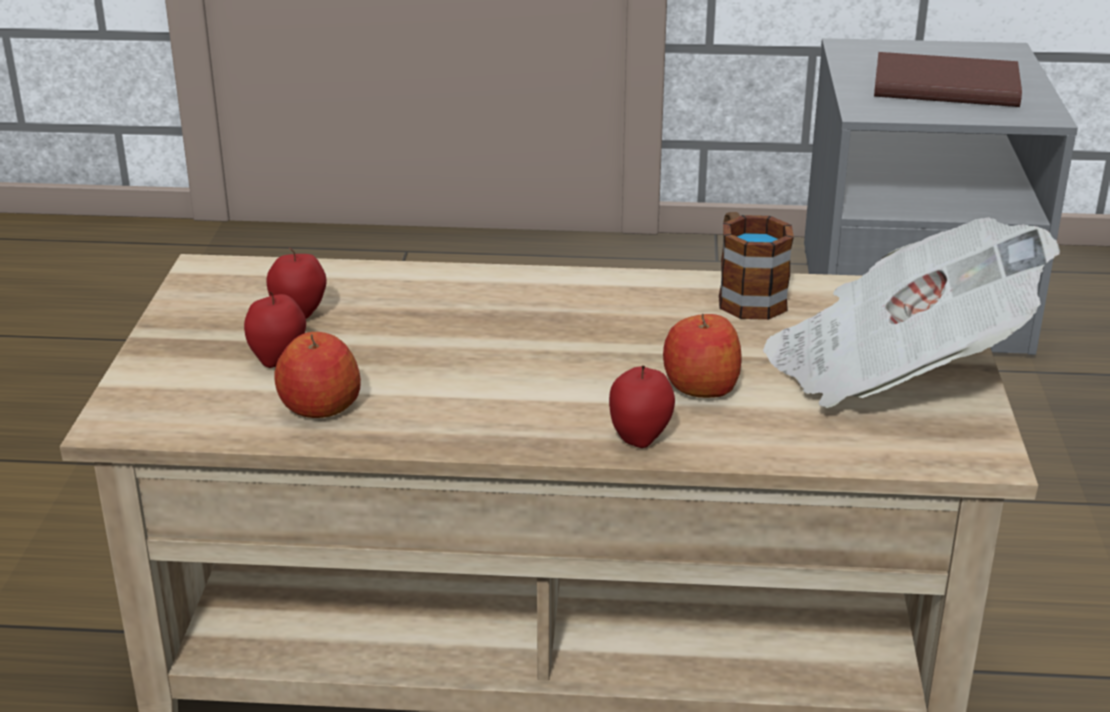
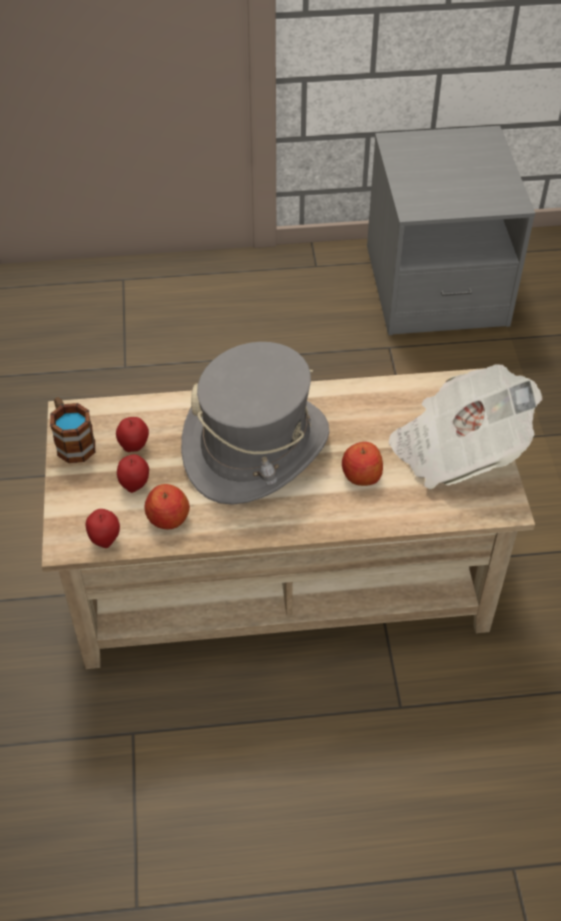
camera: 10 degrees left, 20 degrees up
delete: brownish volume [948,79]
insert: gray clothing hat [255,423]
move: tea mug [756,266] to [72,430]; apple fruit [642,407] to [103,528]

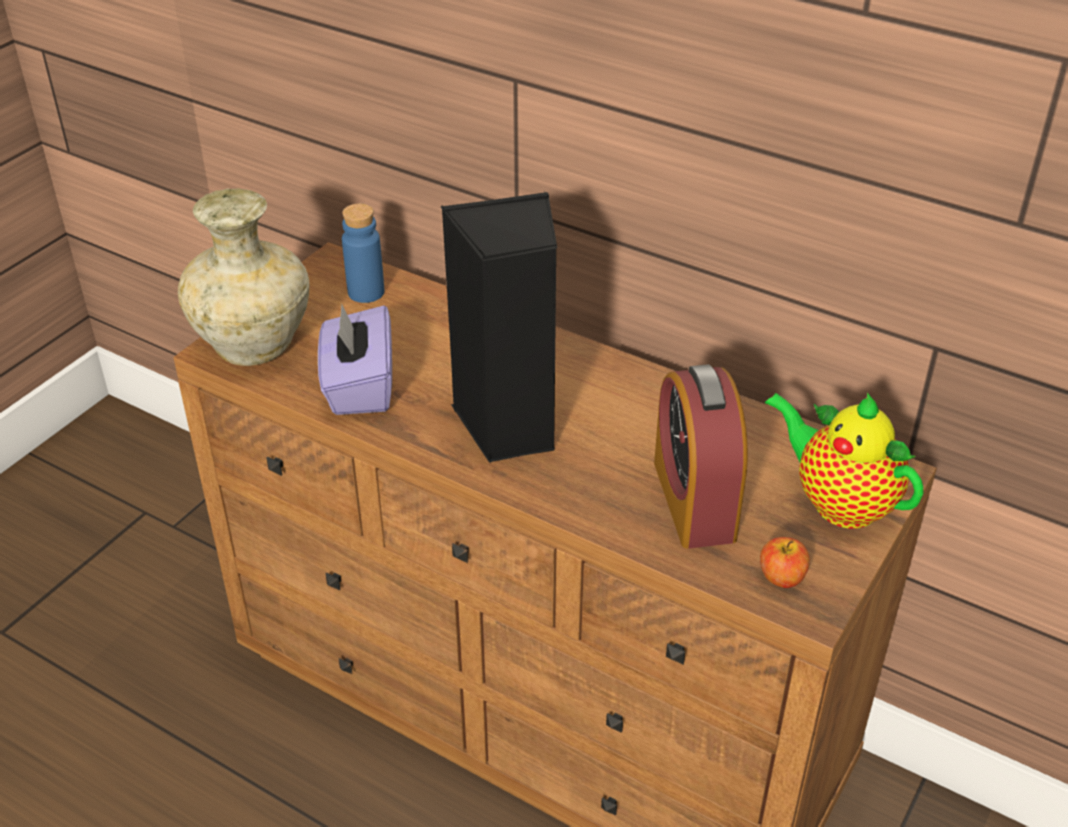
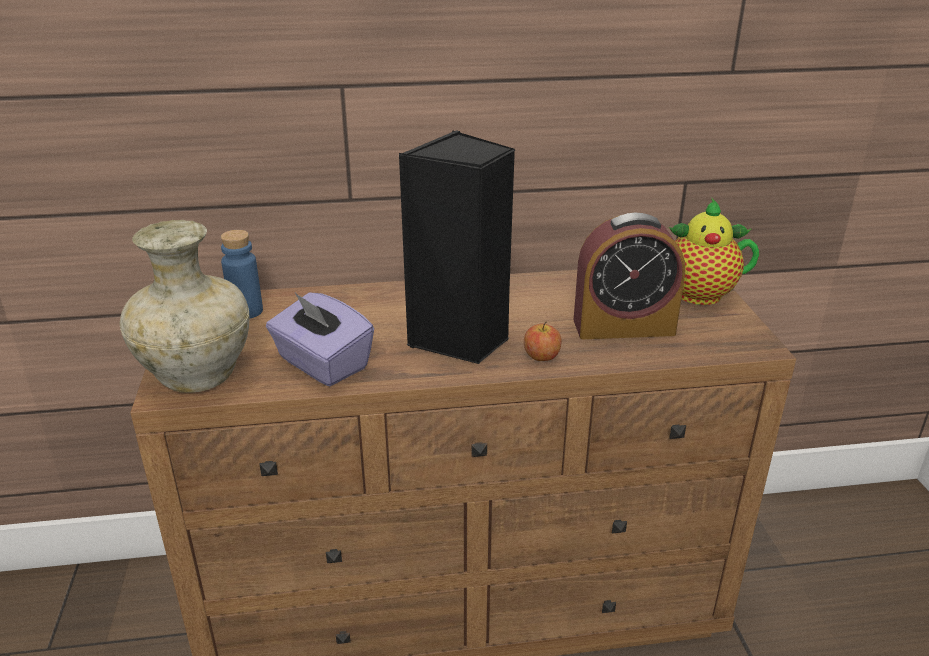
camera: 40 degrees left, 10 degrees down
move: apple fruit [785,562] to [542,341]
rotate: alarm clock [701,456] = [629,276] 45 degrees counterclockwise

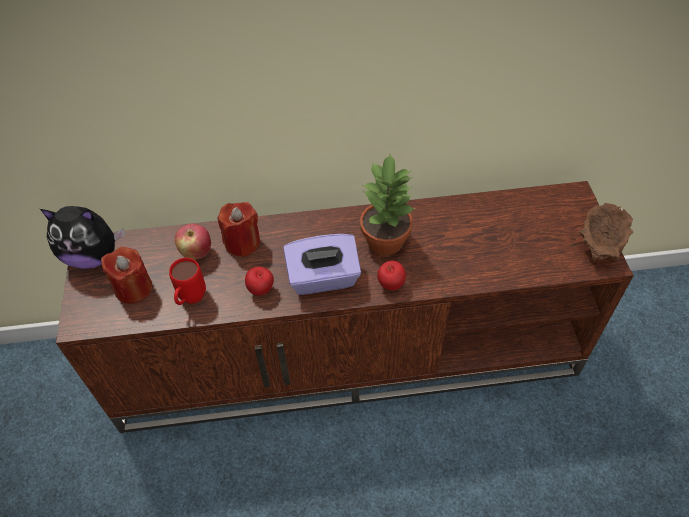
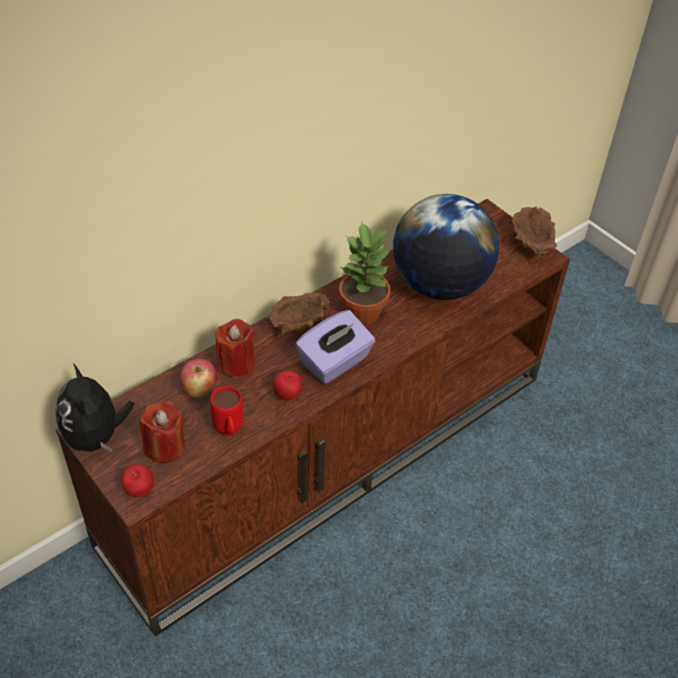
camera: 35 degrees left, 5 degrees down
insert: brownish serving bowl [297,314]; desk globe [446,247]
move: apple fruit [391,275] to [137,480]
rotate: plush toy [82,237] = [94,408] 105 degrees clockwise

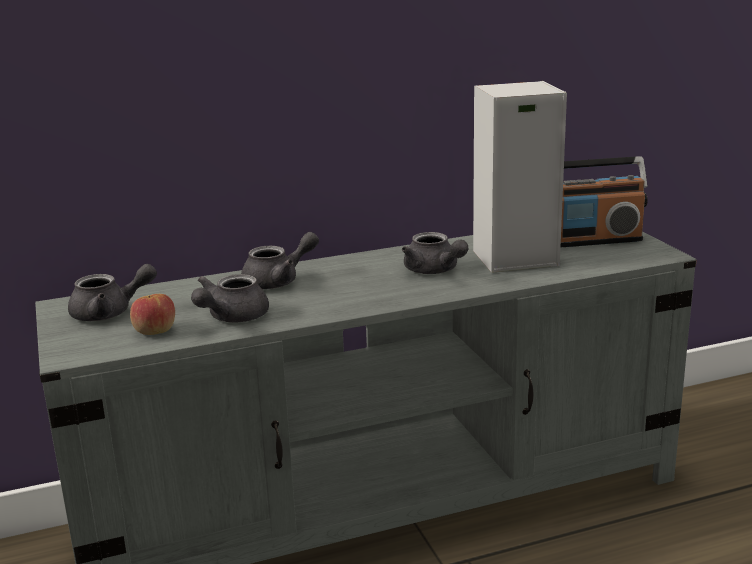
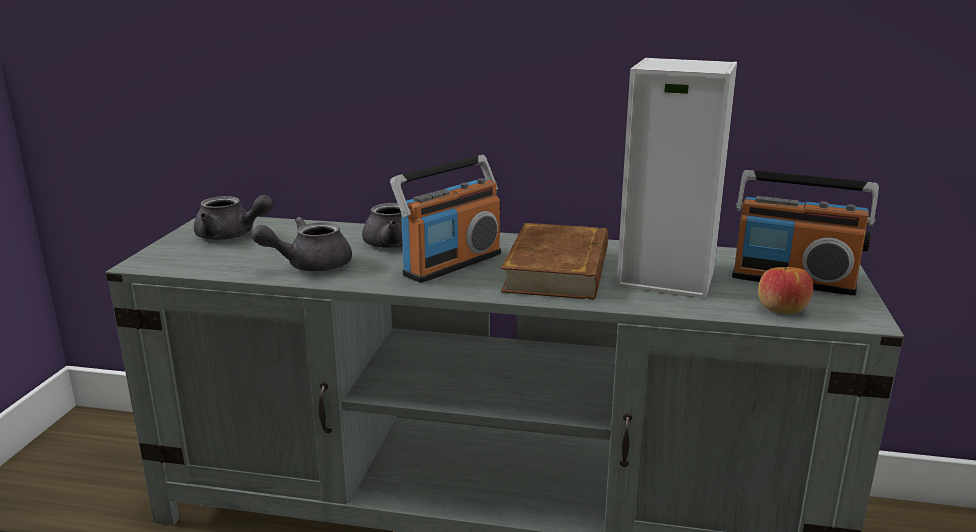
camera: 30 degrees right, 0 degrees up
insert: radio receiver [445,219]
move: apple fruit [152,314] to [785,290]
replace: gray tea pot [435,253] to brownish volume [554,261]

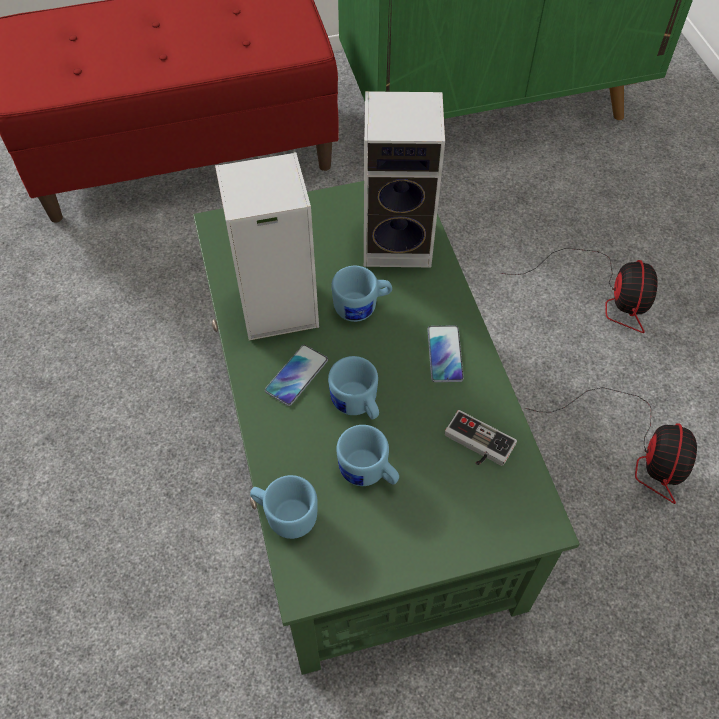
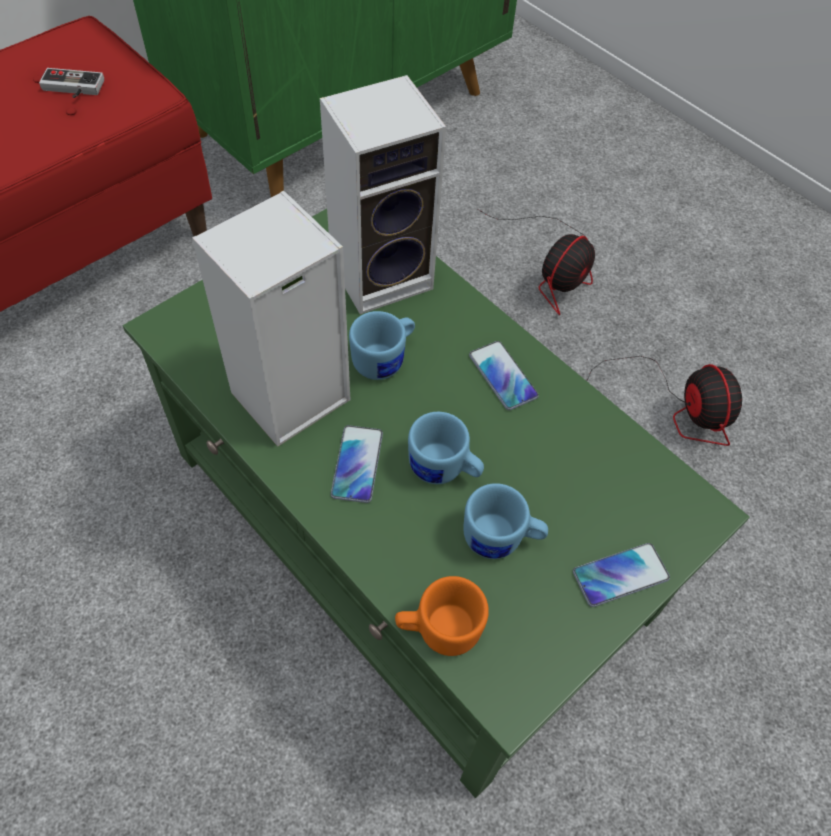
camera: 30 degrees left, 0 degrees up
insert: telephone [621,575]
move: game controller [481,438] to [71,83]
recolor: blue-coloured tea mug [284,507] to orangey tea mug [442,616]
rotate: cooling fan [579,290] = [536,262] 60 degrees clockwise

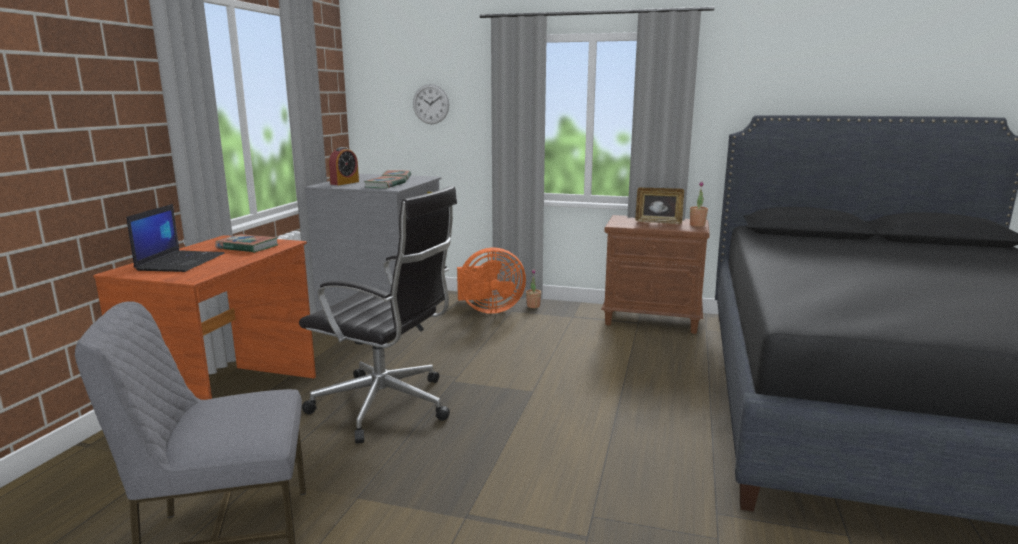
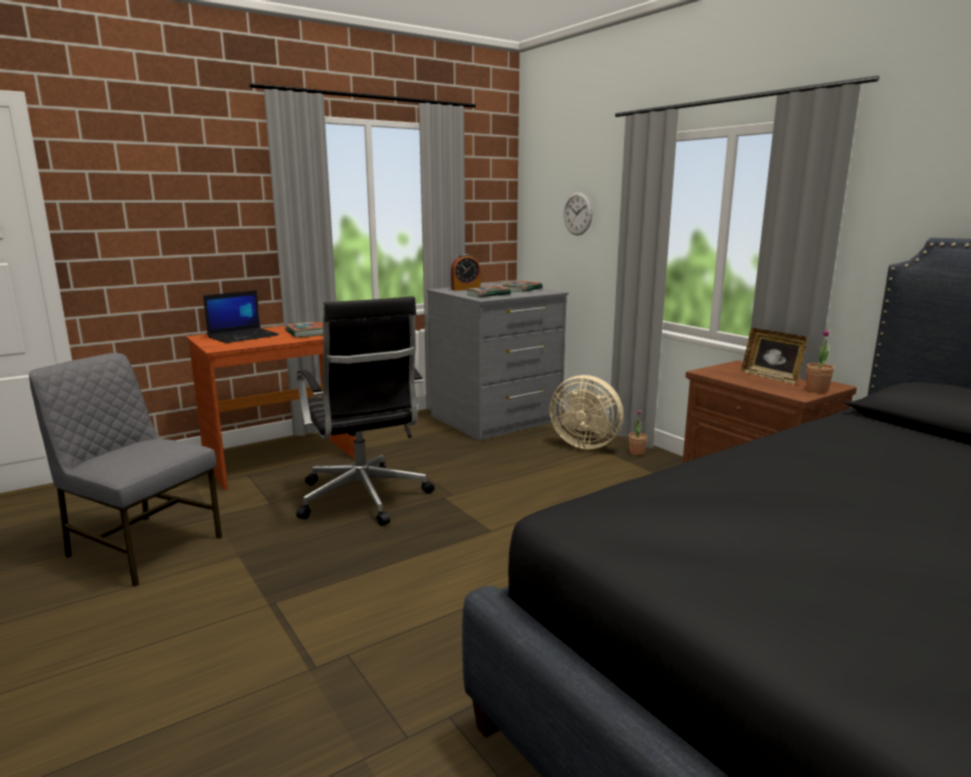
camera: 40 degrees right, 0 degrees up
recolor: orangey cooling fan [491,281] to sand-coloured cooling fan [587,412]

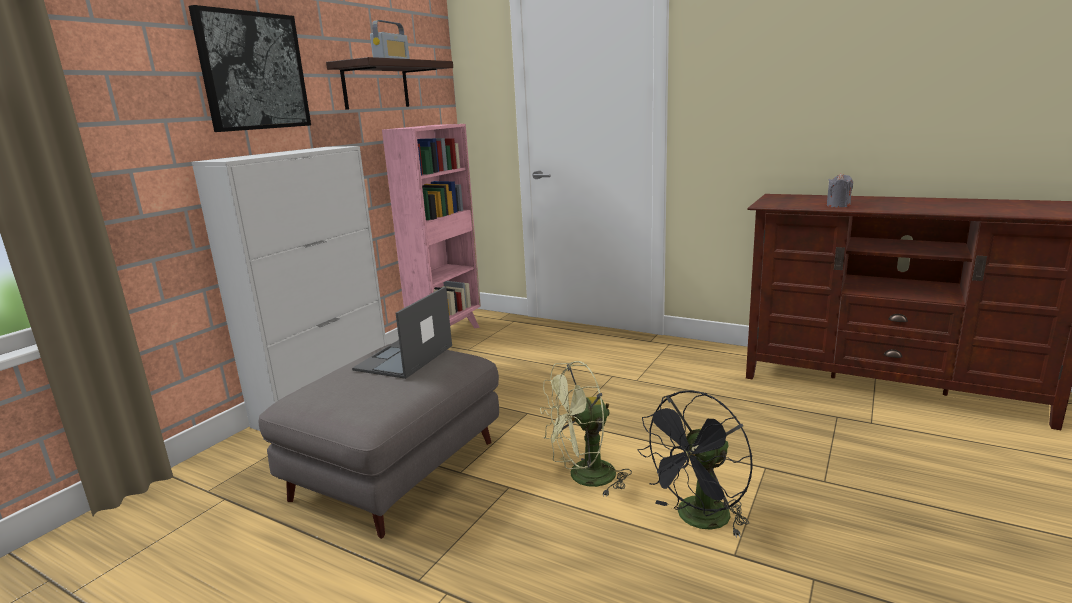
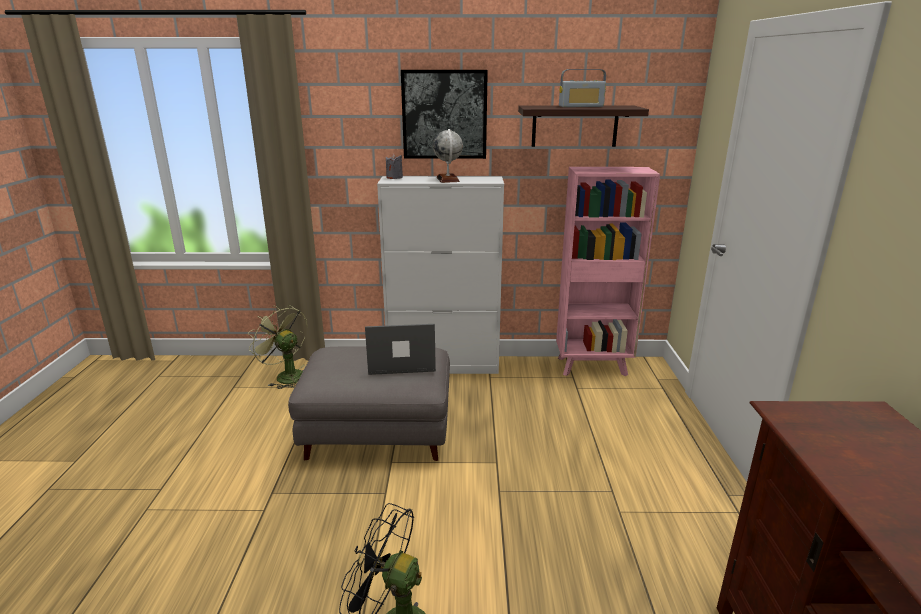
camera: 60 degrees right, 5 degrees up
insert: desk globe [448,156]
move: greenish cooling fan [586,429] to [277,347]; gray candle [840,190] to [394,166]

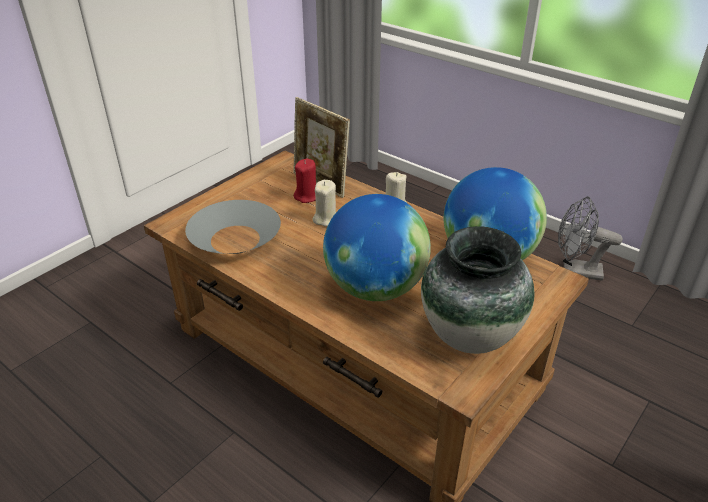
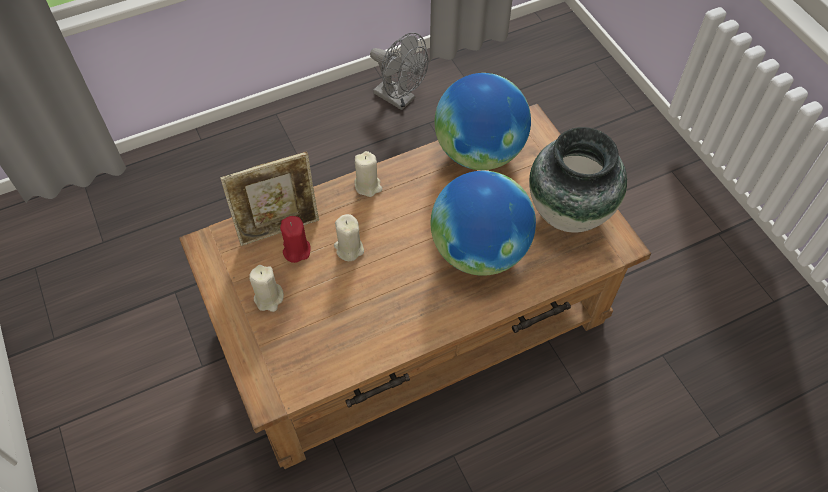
camera: 65 degrees left, 20 degrees up
delete: gray serving bowl [233,227]
insert: sand-coloured candle [266,288]
rotate: gray cooling fan [590,238] = [399,71] 90 degrees counterclockwise

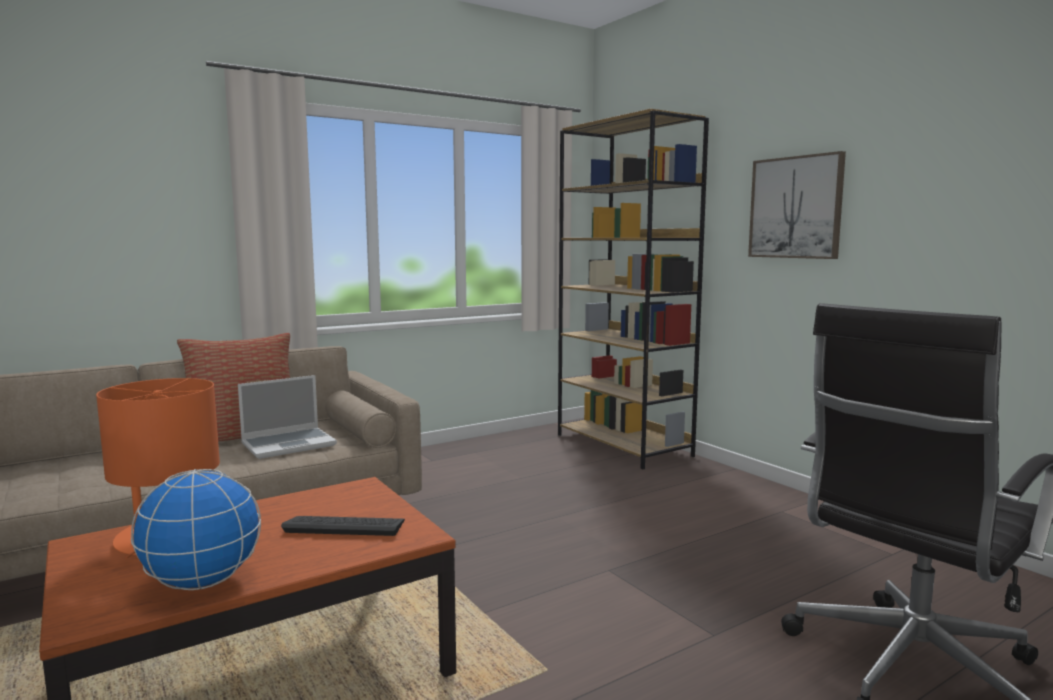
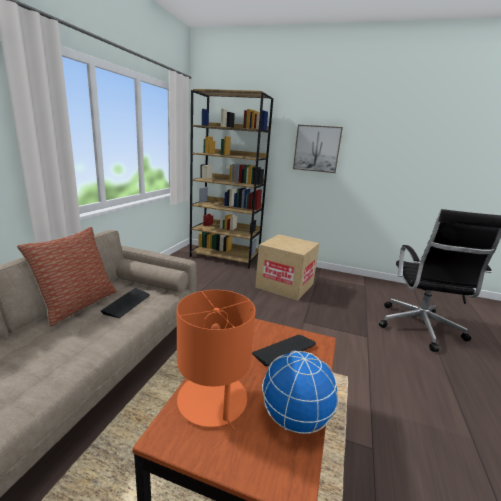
camera: 40 degrees left, 10 degrees up
insert: cardboard box [287,267]
replace: laptop [287,417] to keyboard [125,303]

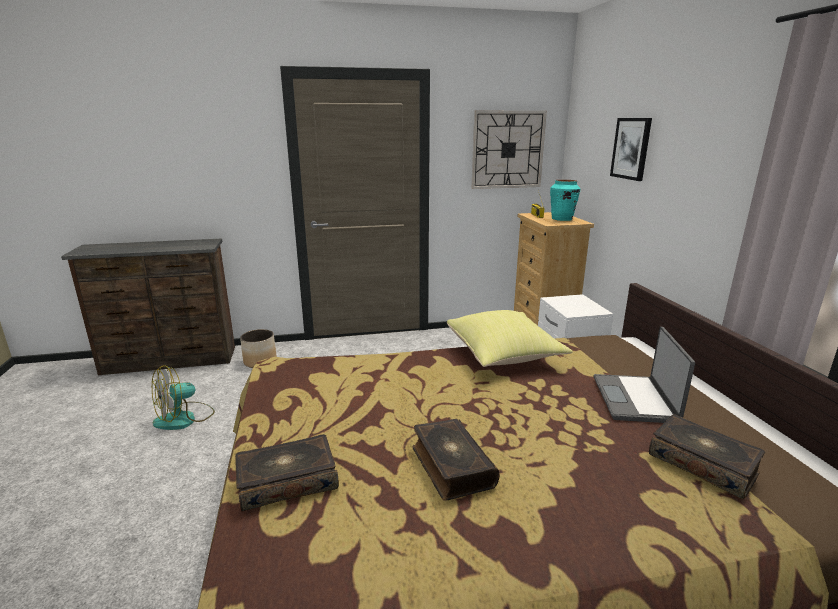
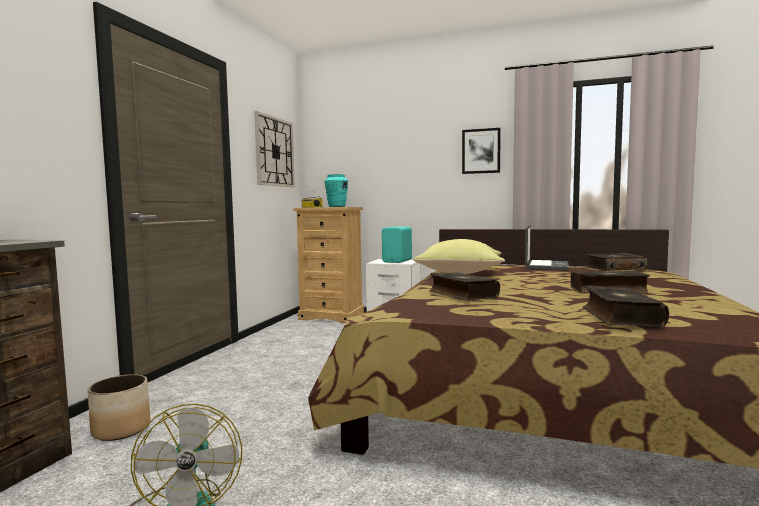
camera: 60 degrees left, 15 degrees down
insert: blue-green loudspeaker [397,244]; volume [464,286]
move: wall art [631,149] to [481,151]
rotate: laptop [644,375] = [547,248] 105 degrees counterclockwise

